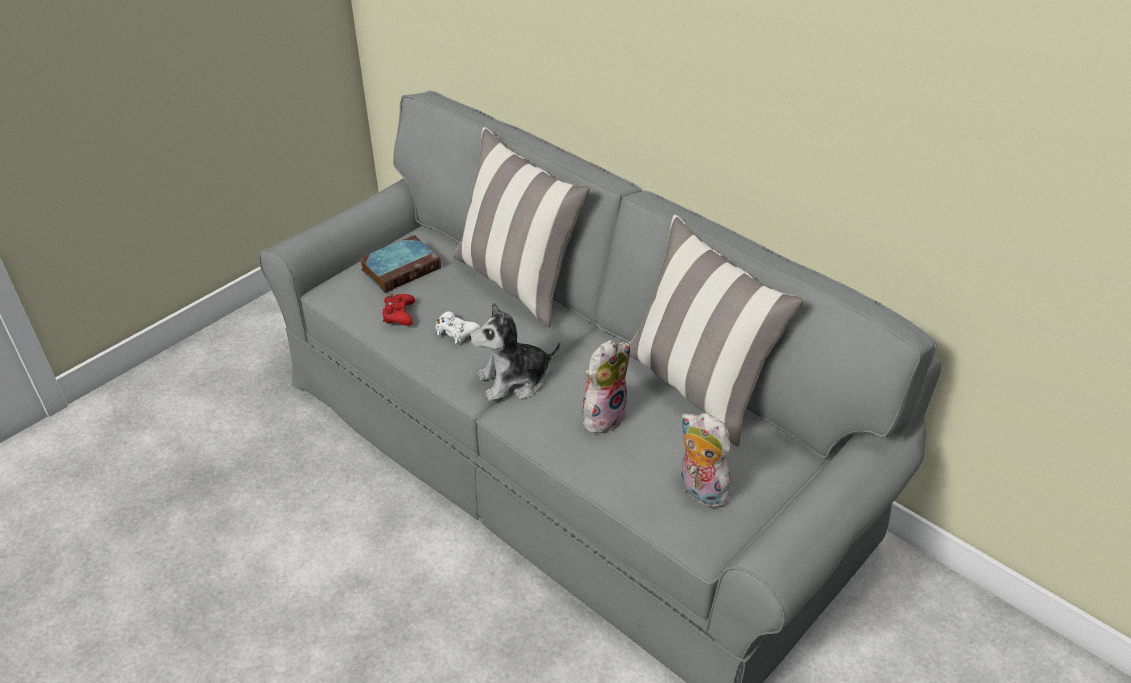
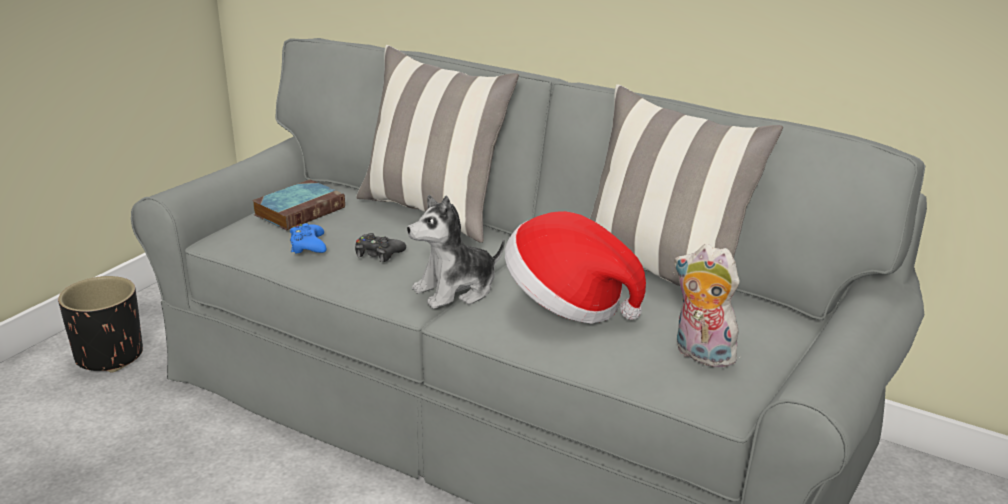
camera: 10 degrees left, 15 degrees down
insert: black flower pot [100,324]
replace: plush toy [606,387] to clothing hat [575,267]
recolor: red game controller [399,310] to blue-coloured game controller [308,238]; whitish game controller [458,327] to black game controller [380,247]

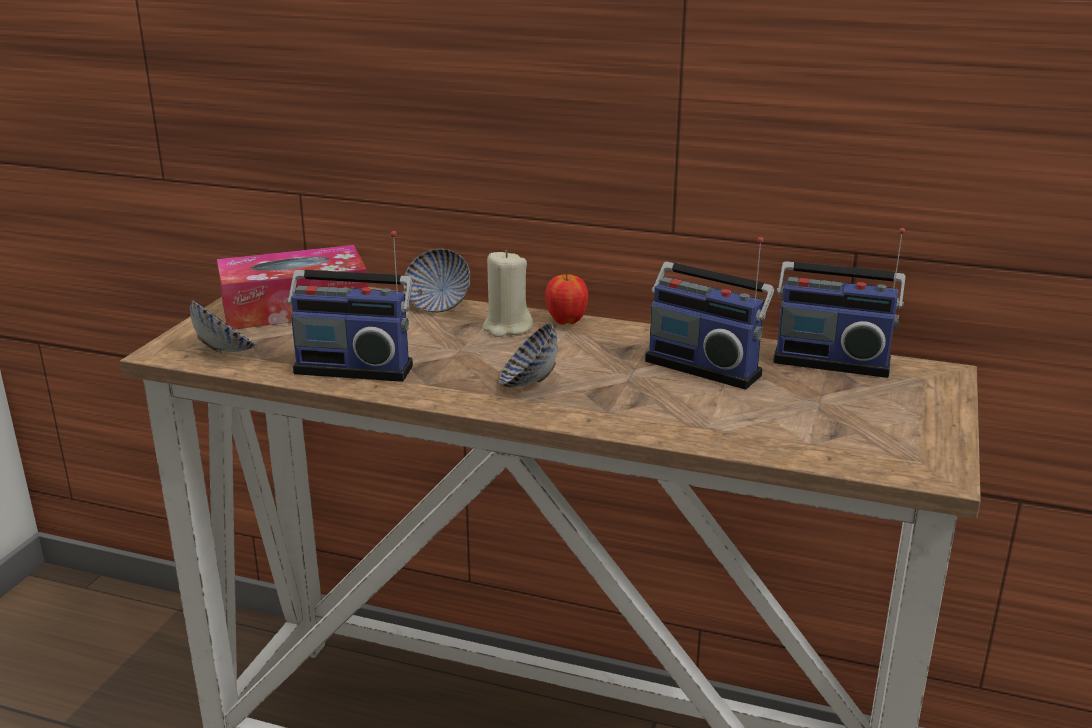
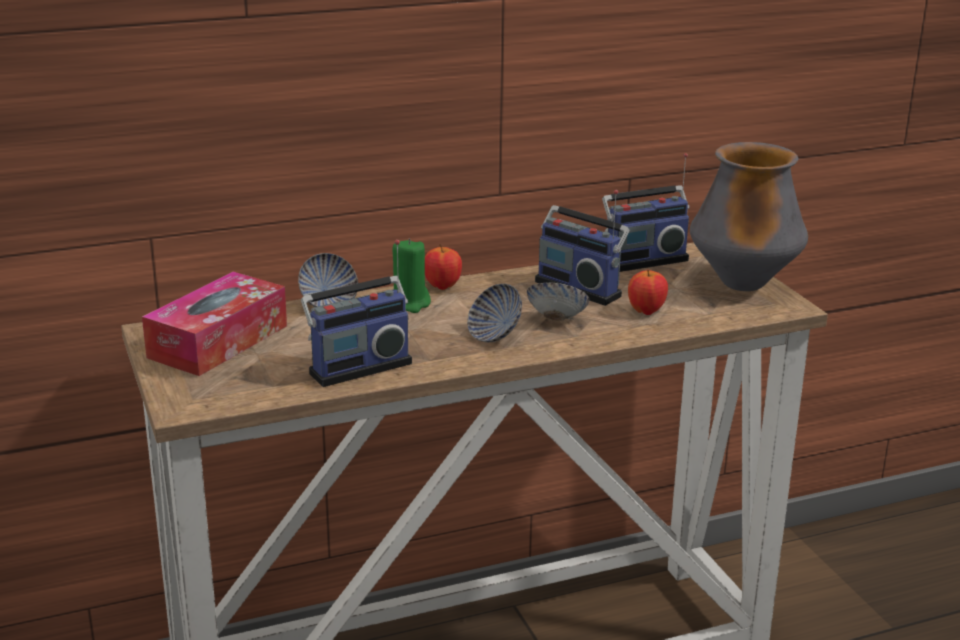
camera: 40 degrees left, 0 degrees up
insert: apple fruit [648,292]; flower vase [749,216]
move: serving bowl [223,327] to [558,301]
recolor: sand-coloured candle [507,293] to greenish candle [412,275]
rotate: radio receiver [710,313] = [582,248] 45 degrees clockwise

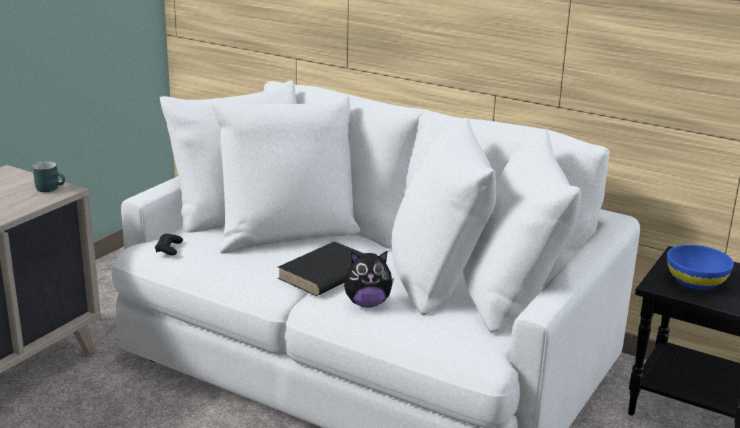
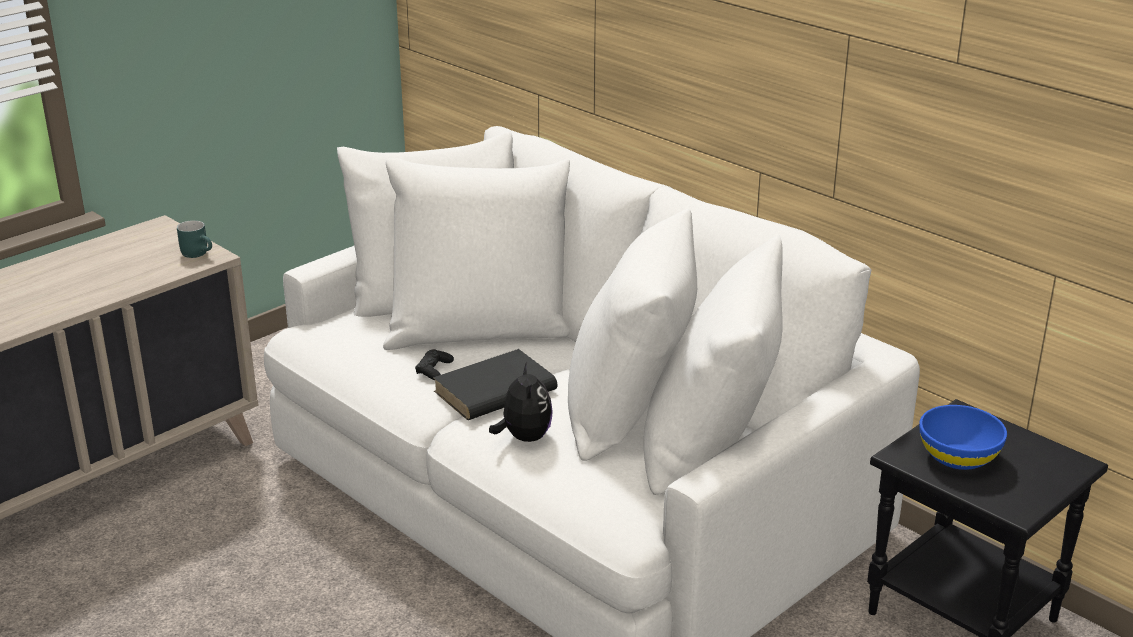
camera: 15 degrees right, 5 degrees up
move: black game controller [169,245] to [434,364]
rotate: plush toy [369,279] = [521,402] 105 degrees counterclockwise

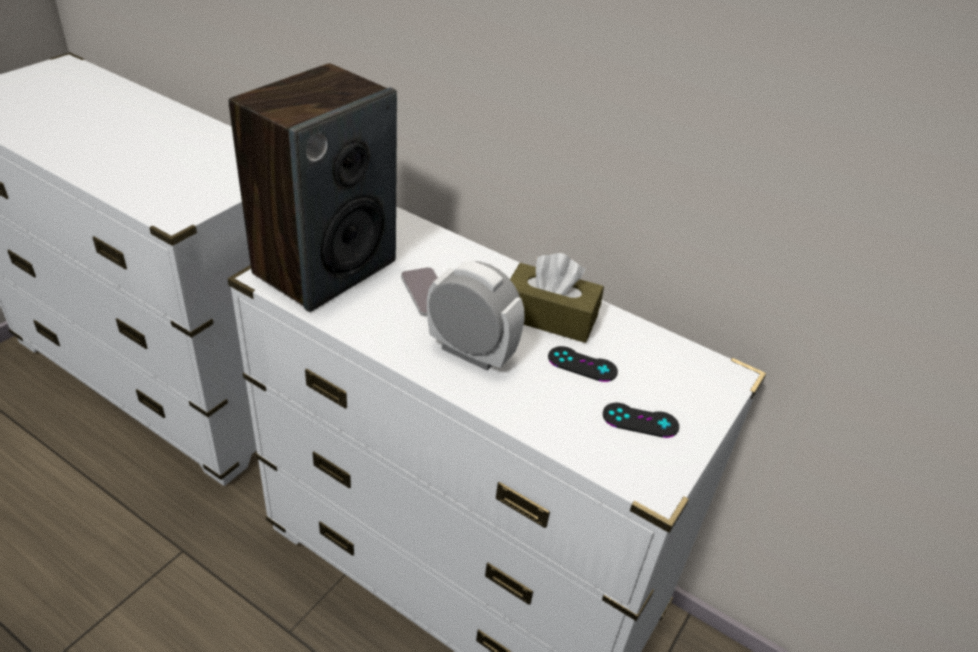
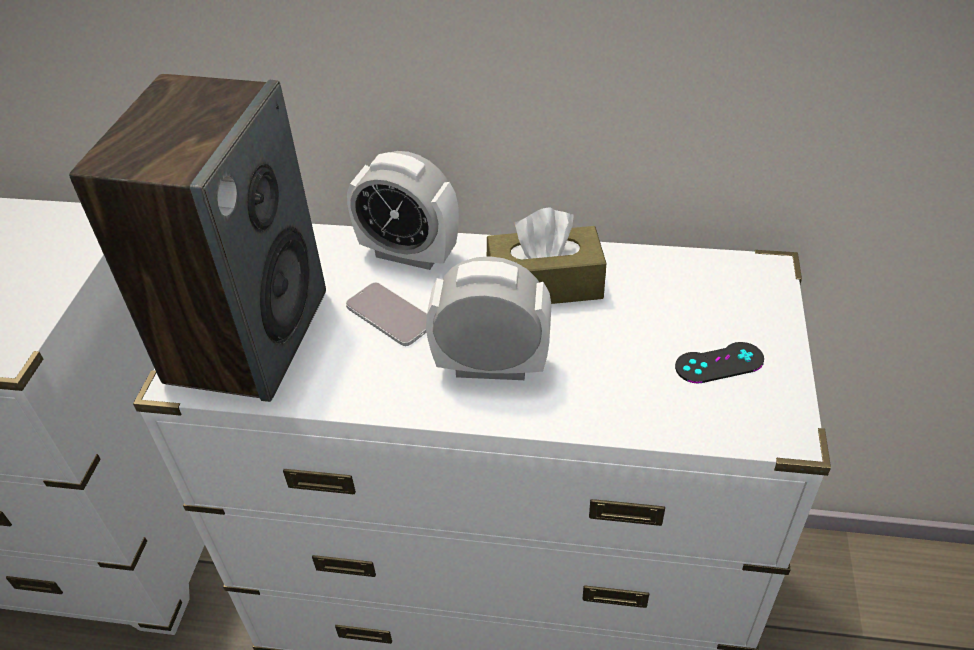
camera: 20 degrees left, 5 degrees up
delete: black game controller [583,364]
insert: alarm clock [403,210]

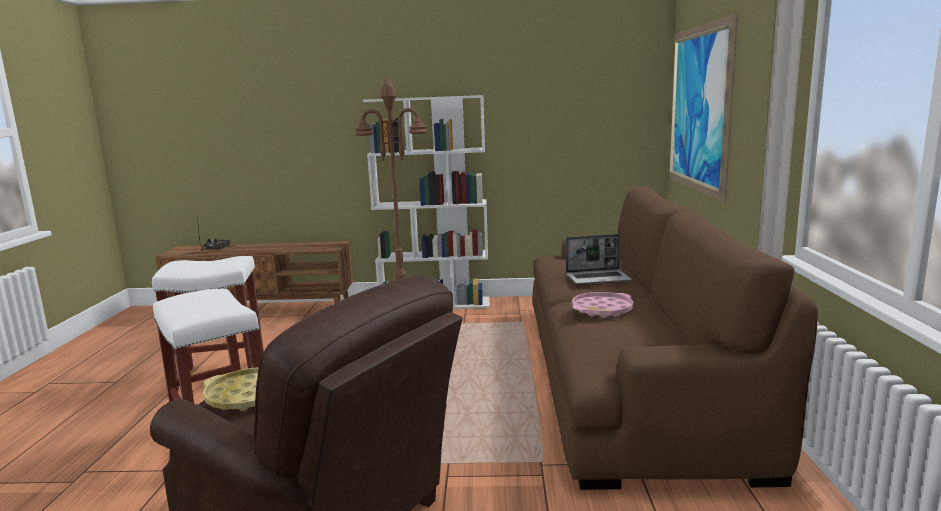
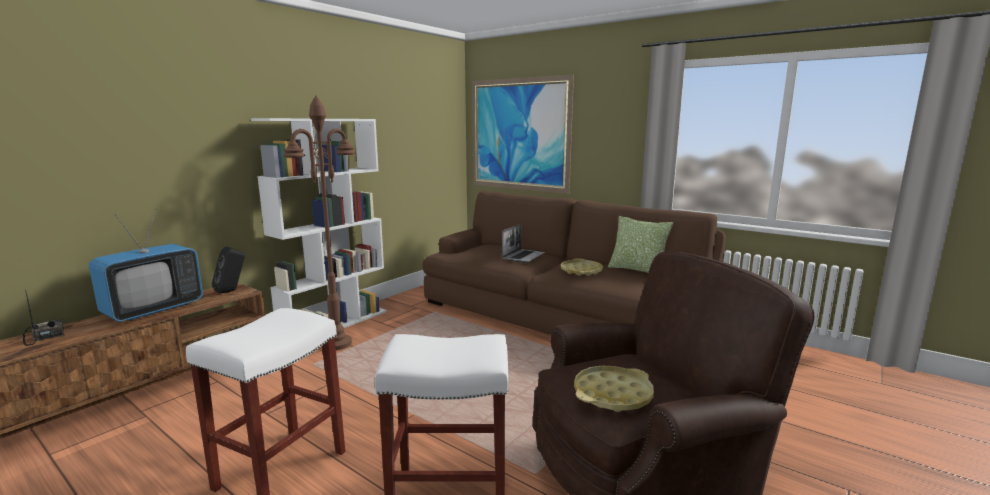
camera: 55 degrees left, 0 degrees up
insert: television [146,265]; black loudspeaker [228,270]; throw pillow [640,244]
recolor: pinkish carrying tray [602,305] to yellow-coloured carrying tray [582,267]

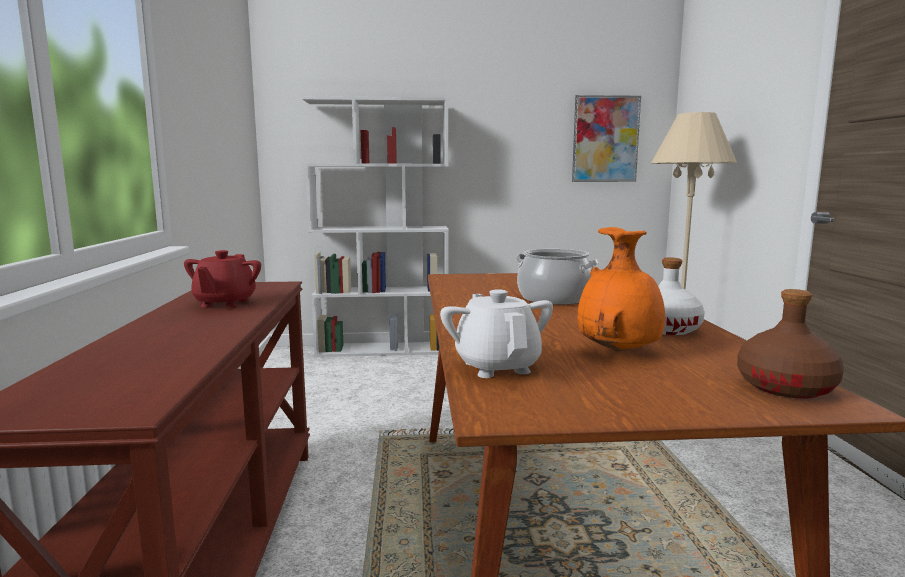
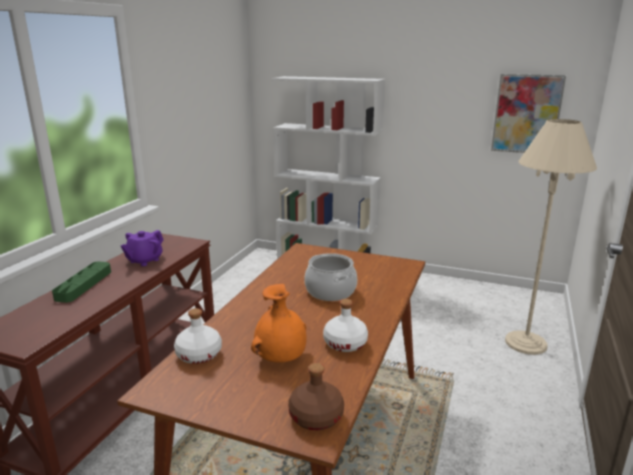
camera: 25 degrees right, 10 degrees up
insert: greenish carrying tray [81,282]
replace: whitish tea pot [496,333] to whitish bottle [198,336]
recolor: red tea pot [222,279] to purplish tea pot [142,248]

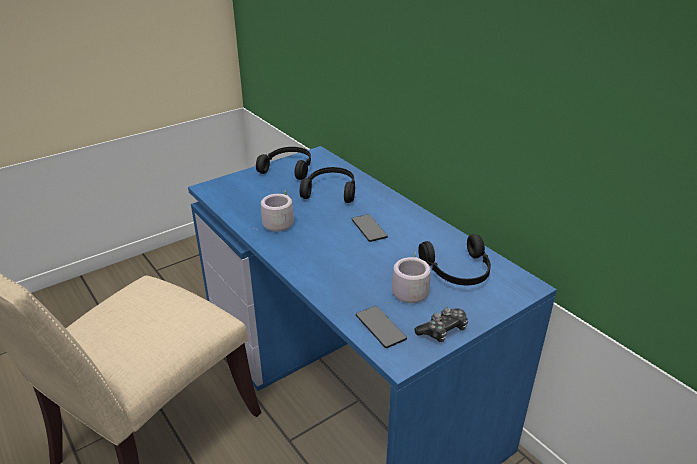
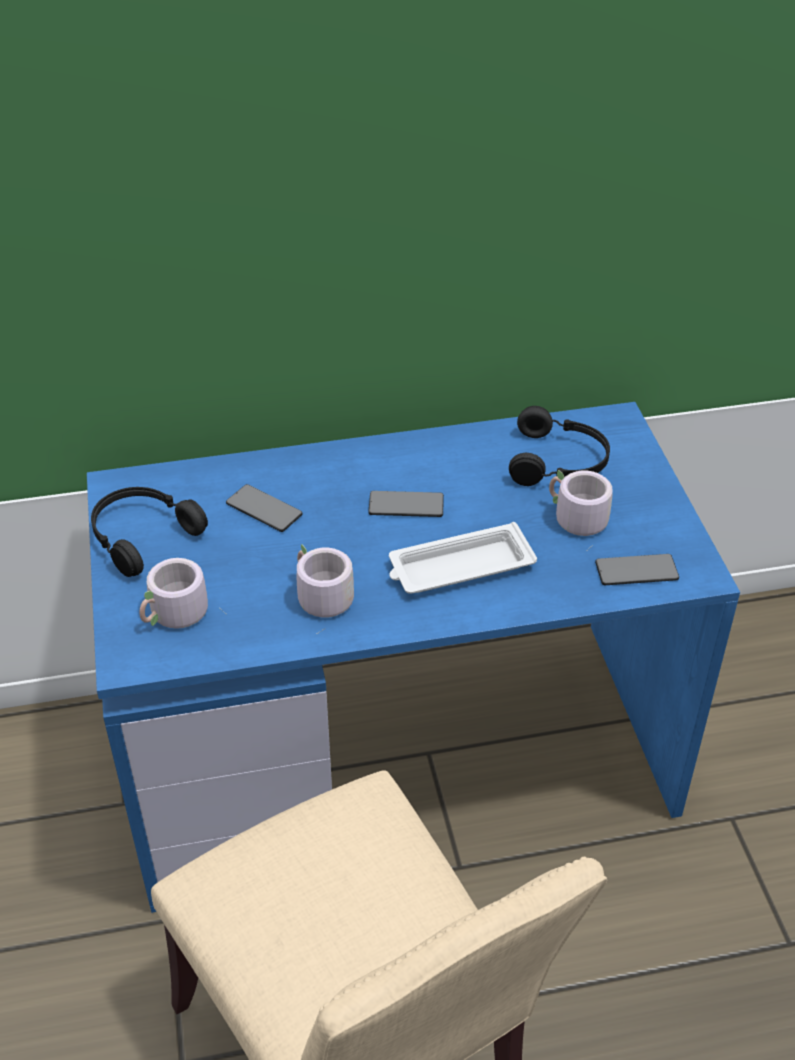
camera: 65 degrees left, 10 degrees up
delete: game controller [441,325]
insert: gray tea mug [183,593]; whitish carrying tray [463,558]
replace: black headphones [327,185] to telephone [264,508]

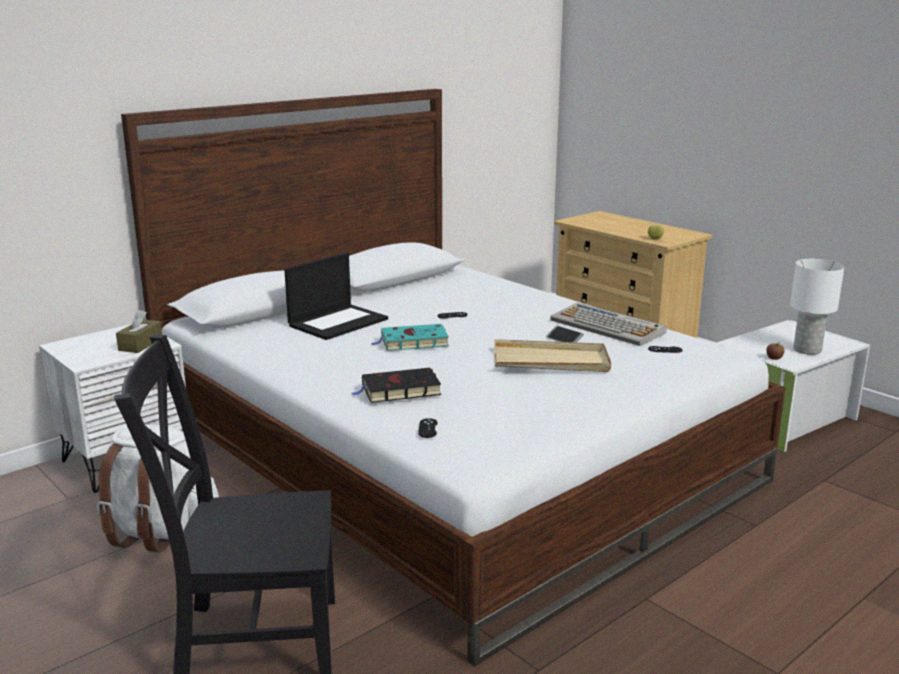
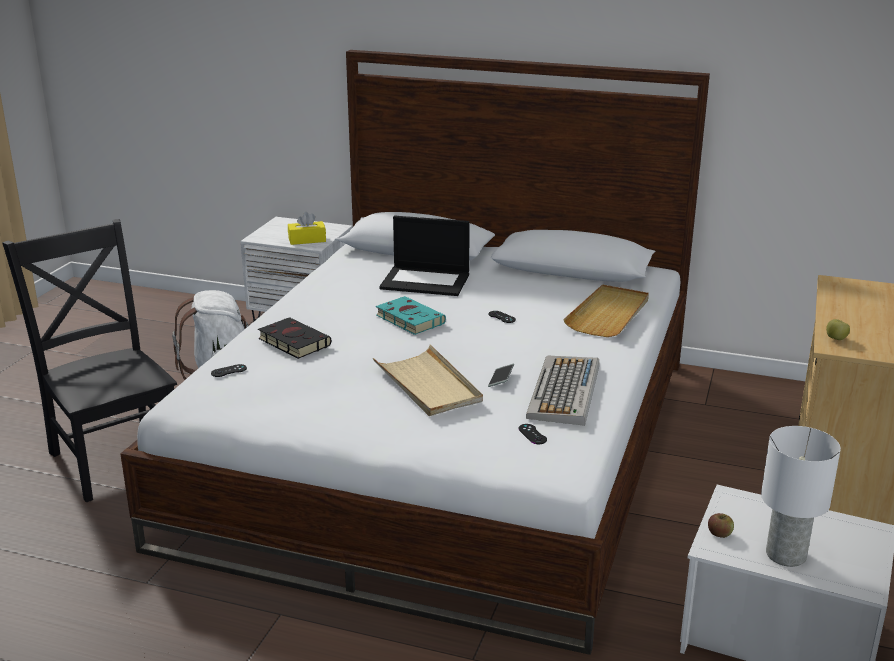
camera: 60 degrees right, 5 degrees up
insert: sand-coloured carrying tray [606,310]
recolor: brownish tissue holder [139,331] to yellow-coloured tissue holder [307,228]

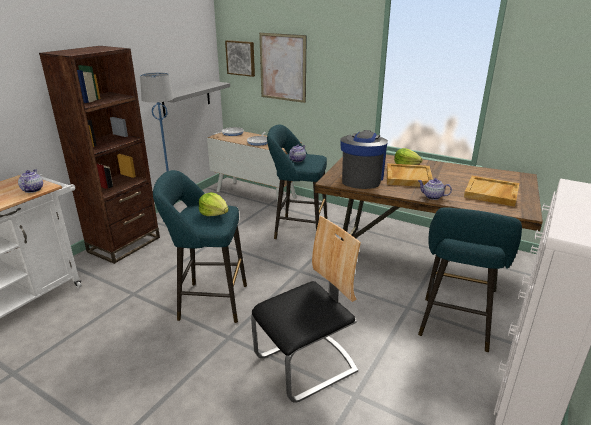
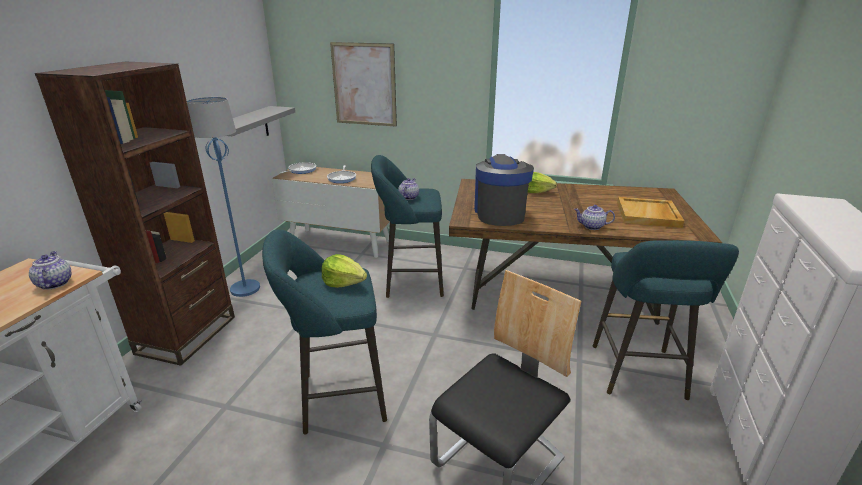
camera: 15 degrees left, 0 degrees up
delete: wall art [240,58]; sand-coloured carrying tray [410,175]

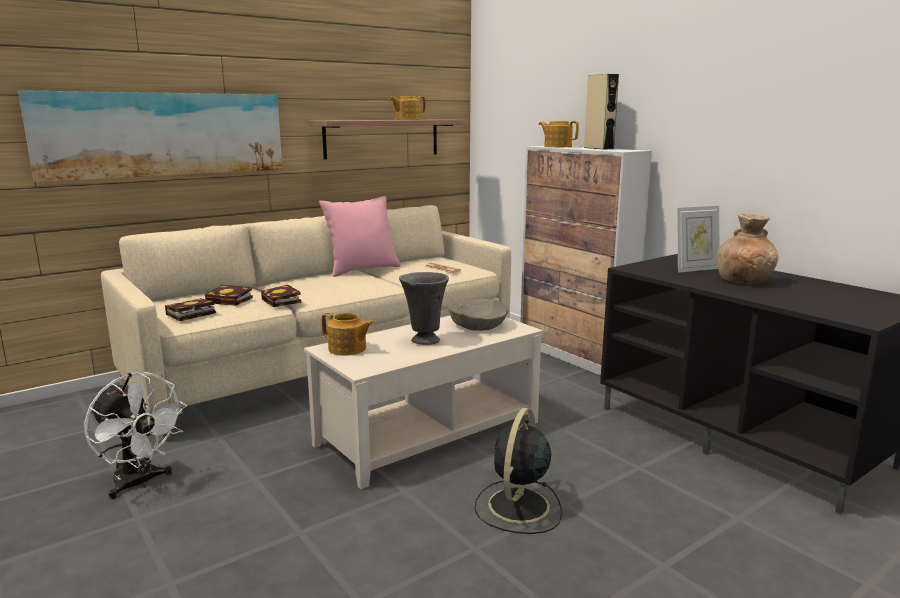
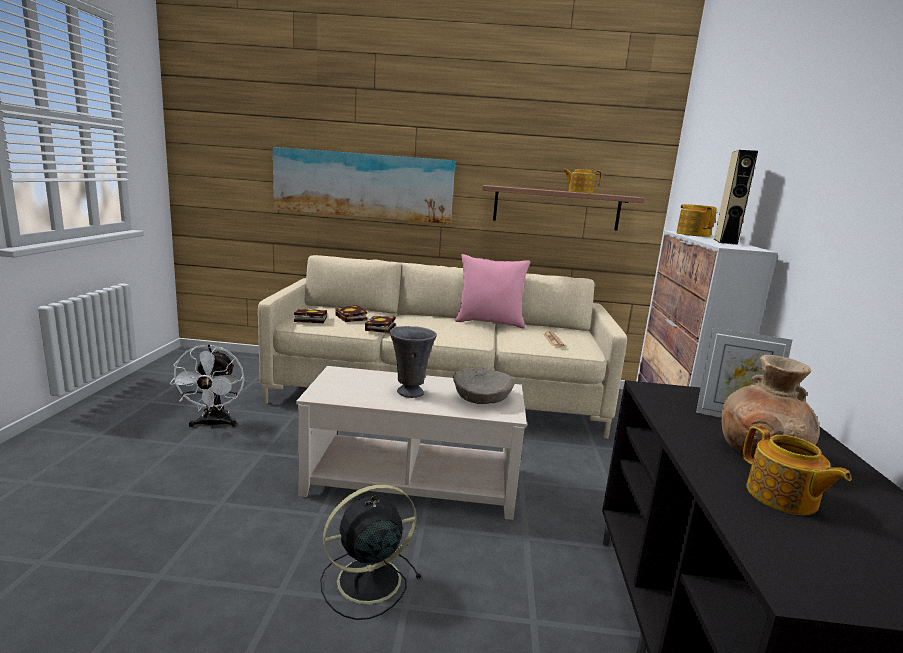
camera: 40 degrees right, 0 degrees up
move: tea pot [347,334] to [797,470]

